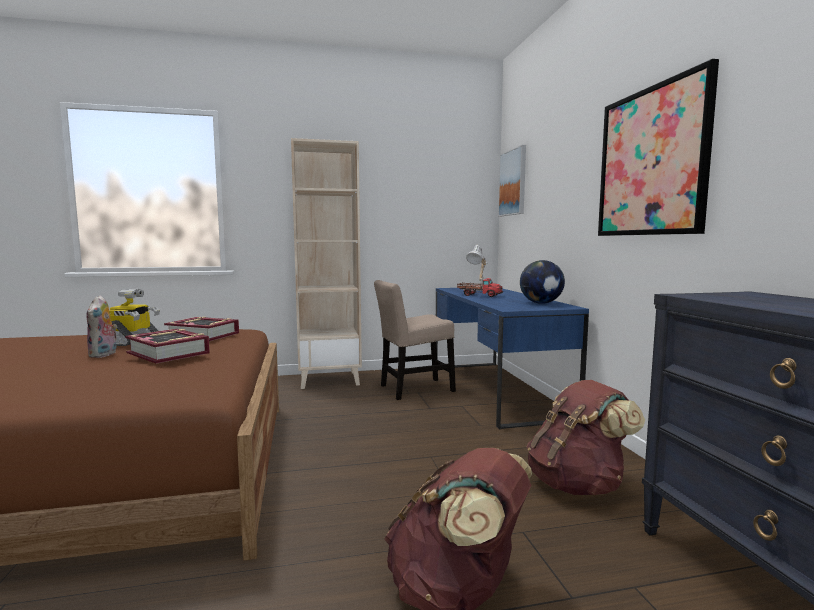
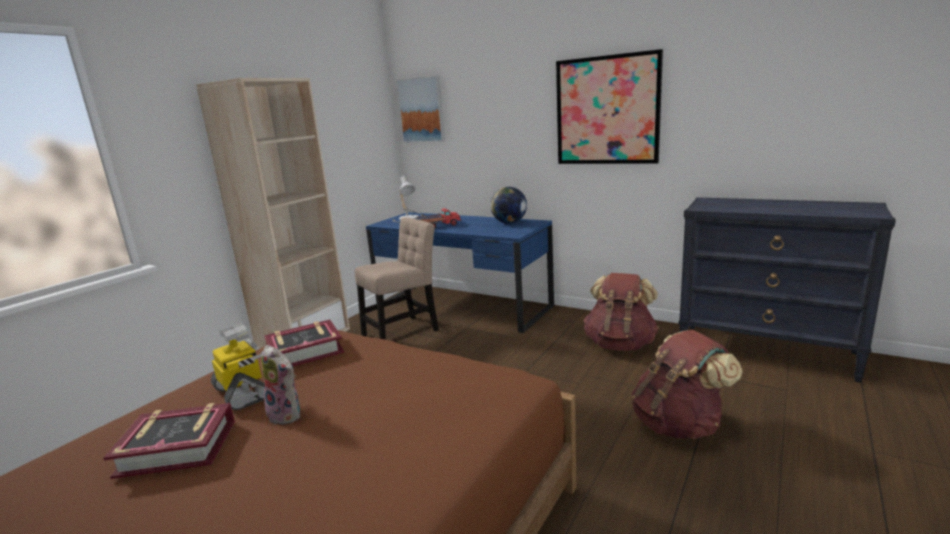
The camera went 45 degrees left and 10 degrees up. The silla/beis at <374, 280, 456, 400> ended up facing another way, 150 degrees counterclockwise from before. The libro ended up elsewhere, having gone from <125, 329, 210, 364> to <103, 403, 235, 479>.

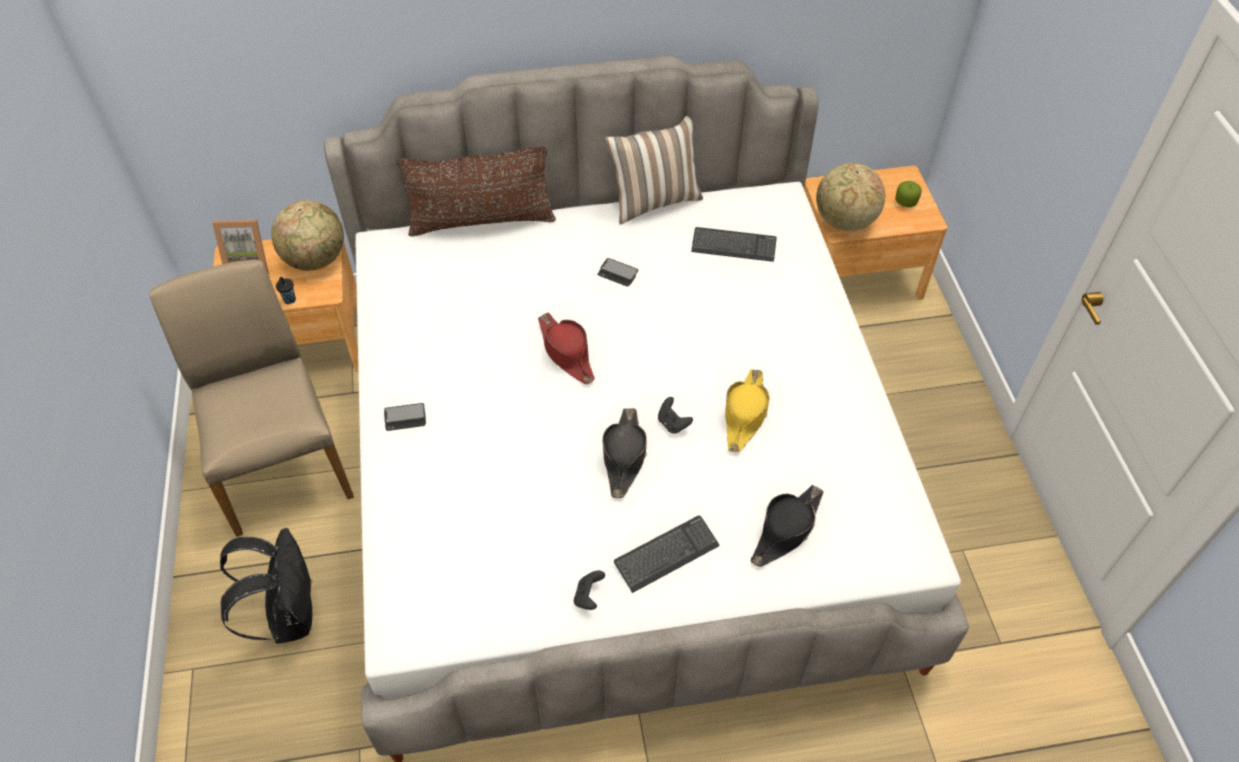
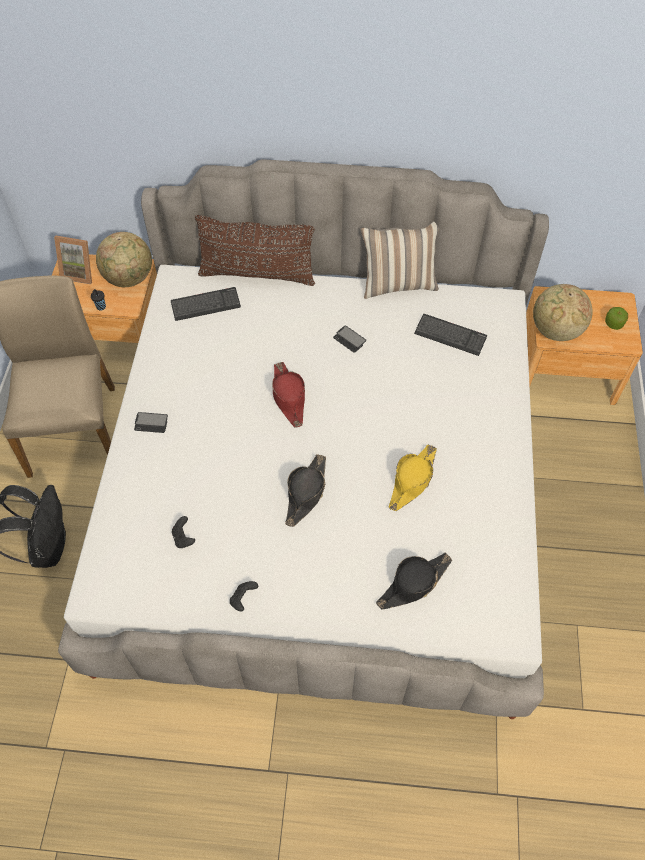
The camera went 15 degrees right and 5 degrees up. The mando de consola/negro ended up elsewhere, having gone from <658, 397, 693, 434> to <172, 516, 195, 548>. The teclado ended up elsewhere, having gone from <614, 515, 720, 593> to <171, 287, 241, 321>.

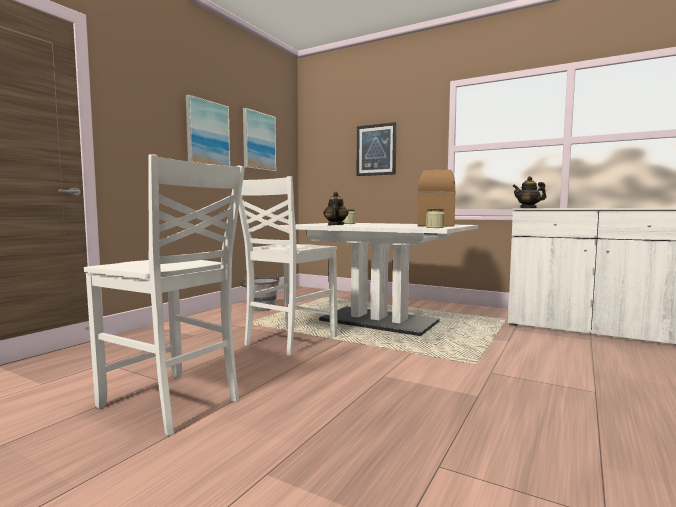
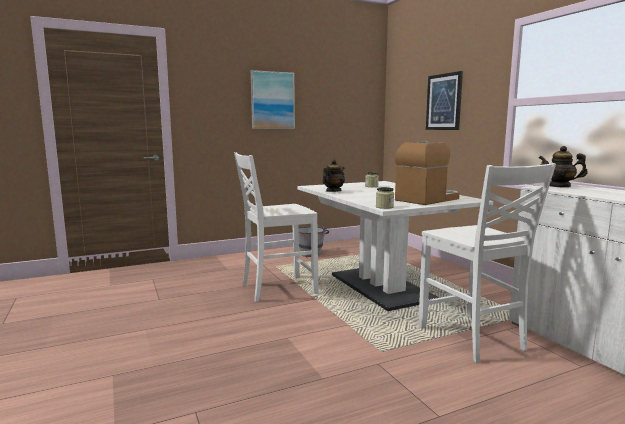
The camera went 35 degrees right and 5 degrees up. The second view lost the cuadro at <243, 108, 276, 171>. The silla/blanco ended up elsewhere, having gone from <84, 154, 245, 436> to <419, 163, 556, 363>.

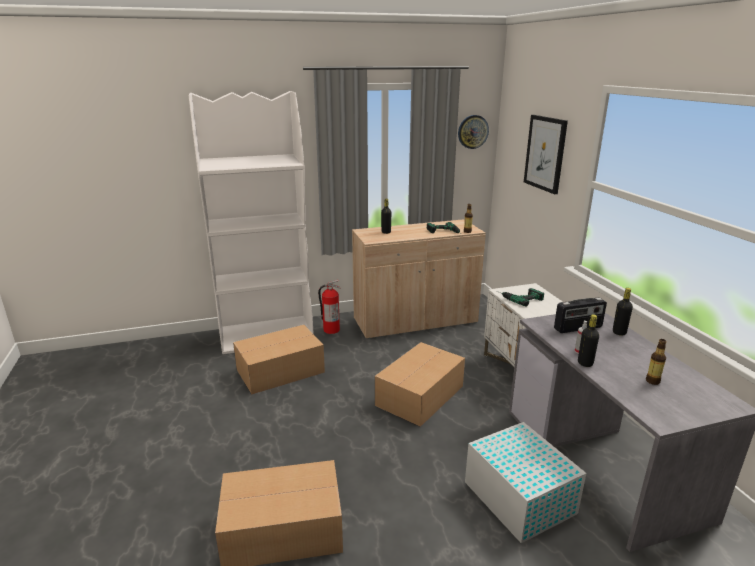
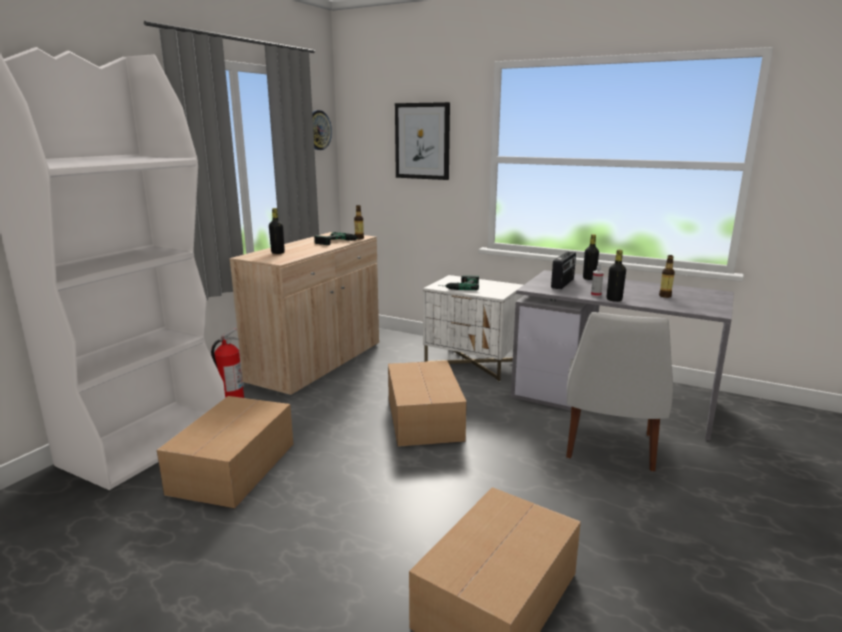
The camera went 45 degrees left and 5 degrees down. Where the caja de almacenaje/blanco stood at <465, 422, 586, 543>, the silla/blanco came to stand at <566, 312, 673, 471>.

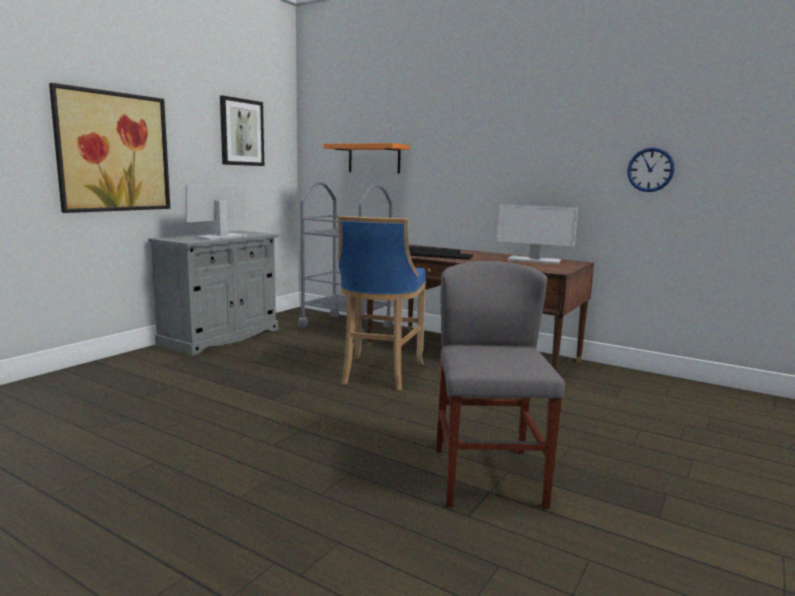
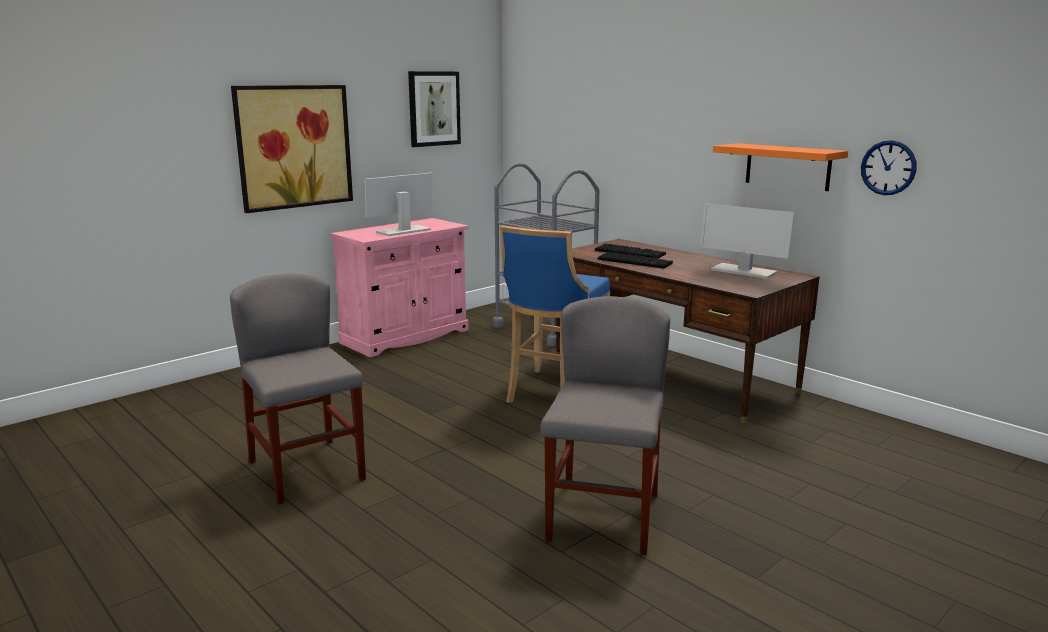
The camera went 15 degrees right and 5 degrees up. The estante/naranja ended up elsewhere, having gone from <323, 143, 410, 173> to <713, 143, 848, 191>. What was the armario/gris at <148, 230, 279, 356> turned into the armario/rosa at <330, 218, 469, 357>. The second view gained the silla/gris at <230, 274, 366, 504>.

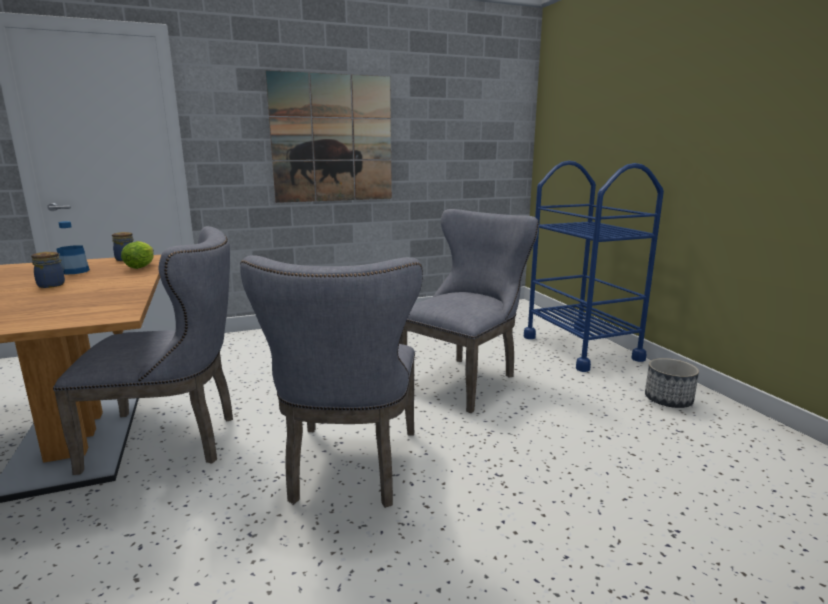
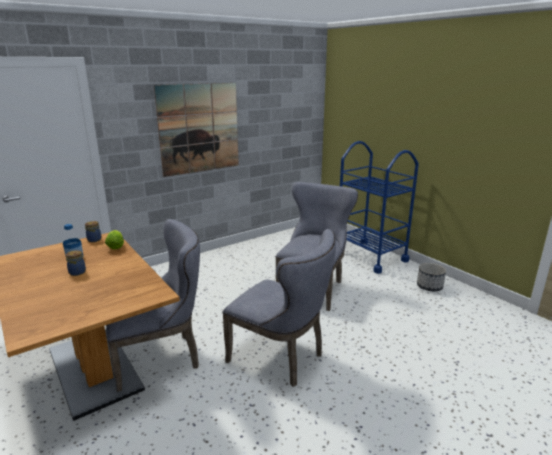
The camera went 15 degrees left and 5 degrees up. The silla/gris at <240, 255, 423, 508> ended up facing another way, 45 degrees counterclockwise from before.

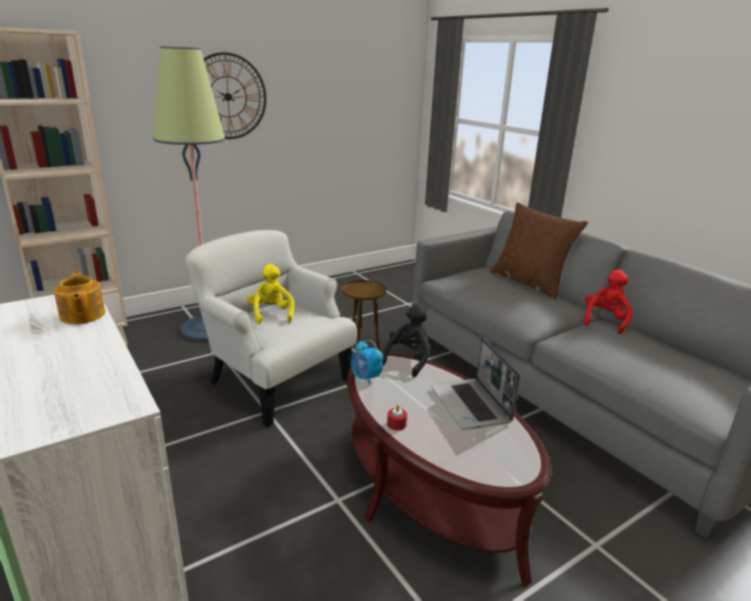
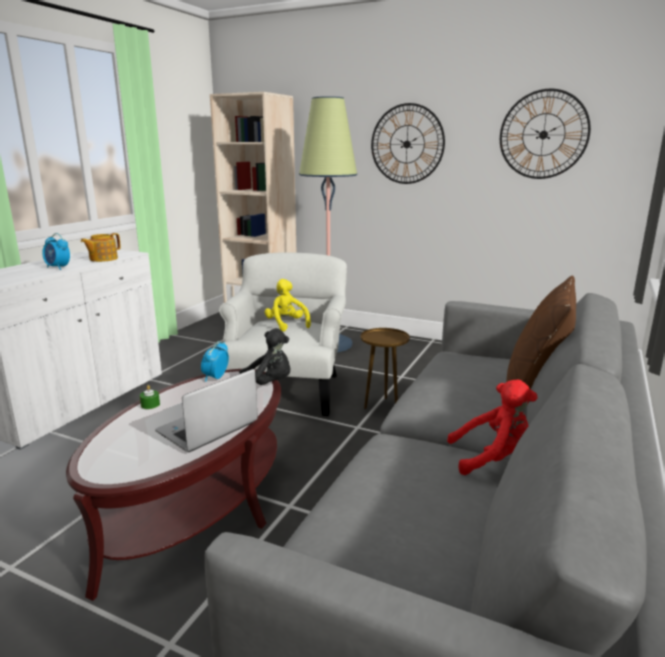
The camera went 60 degrees right and 5 degrees down. The peluche/amarillo at <247, 264, 295, 324> ended up facing another way, 75 degrees counterclockwise from before. What was the vela/rojo at <387, 405, 407, 431> turned into the vela/verde at <140, 385, 160, 409>. The second view gained the reloj de pared at <500, 89, 591, 179>. The second view gained the despertador at <42, 233, 70, 270>.

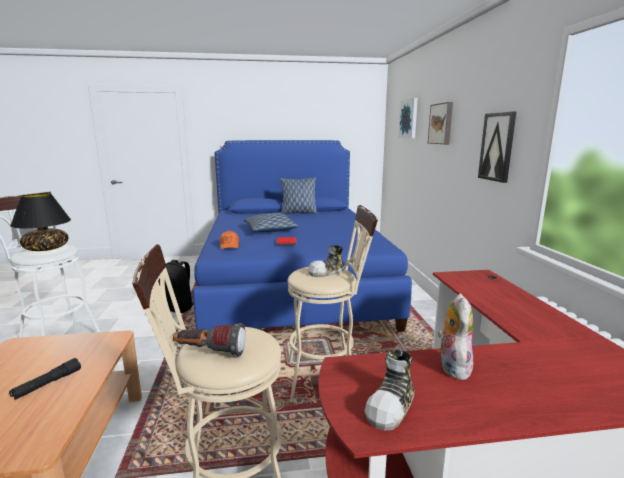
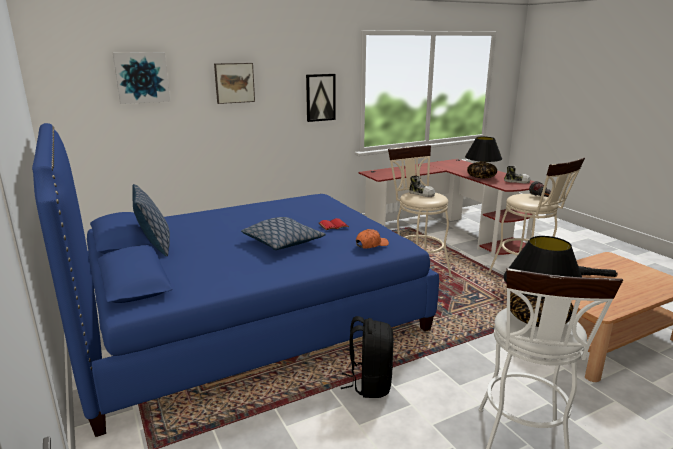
The camera went 110 degrees left and 5 degrees up. Where the peluche stood at <438, 293, 473, 380>, the lámpara de mesa/negro came to stand at <465, 136, 502, 178>.

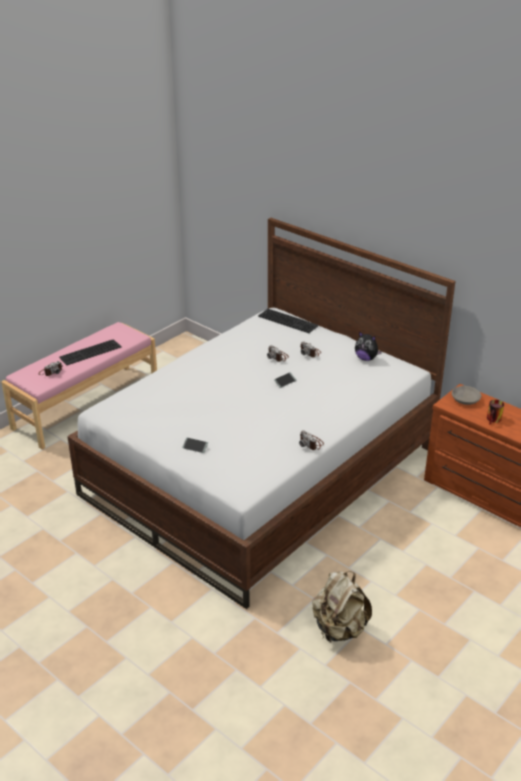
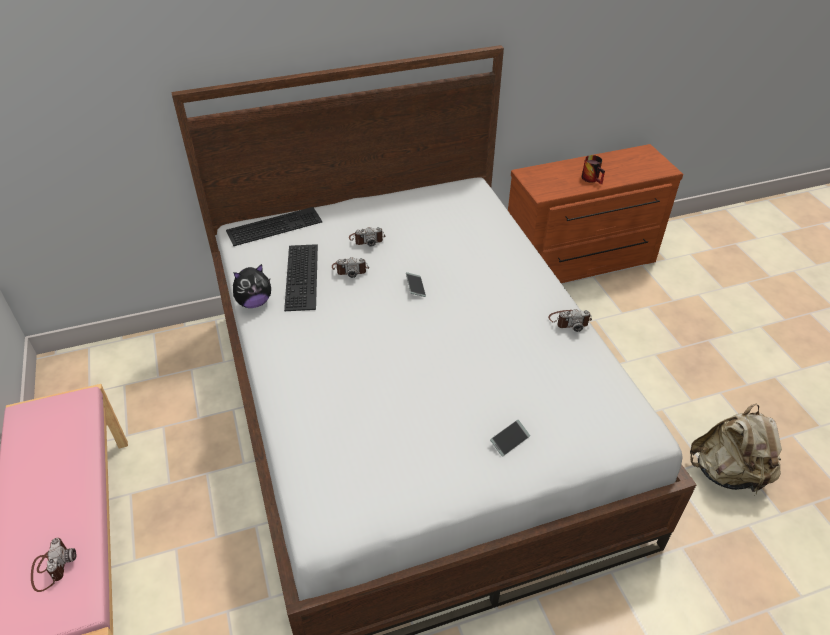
The camera went 60 degrees left and 10 degrees up. The peluche ended up elsewhere, having gone from <355, 331, 382, 361> to <233, 264, 271, 308>. The teclado ended up elsewhere, having gone from <59, 339, 122, 365> to <284, 244, 318, 311>. The second view lost the cuenco/gris at <452, 386, 481, 405>.

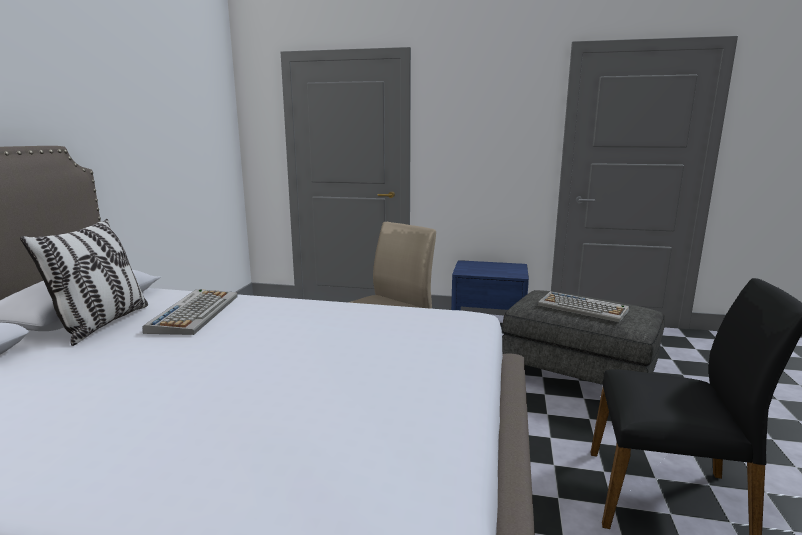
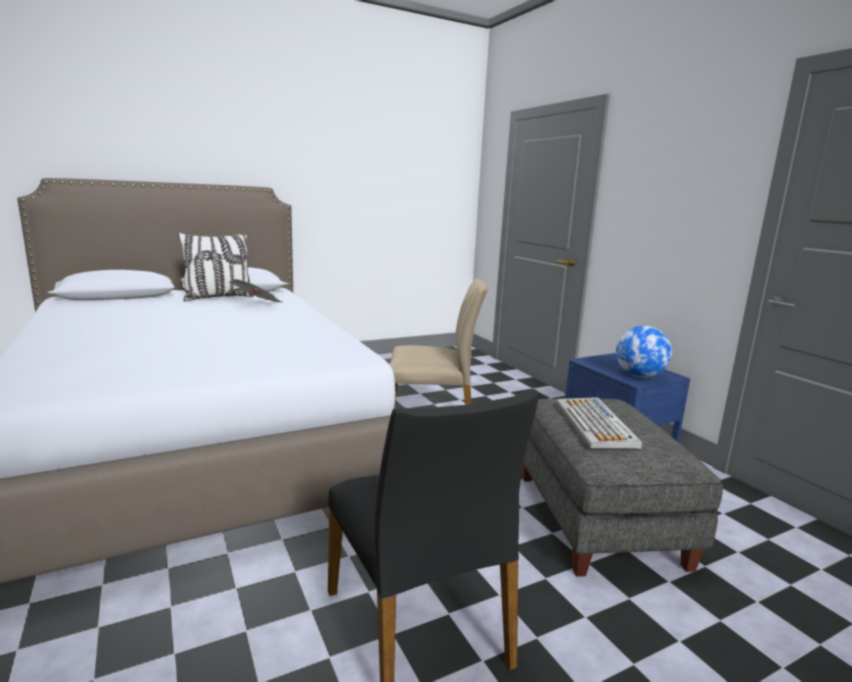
The camera went 50 degrees right and 0 degrees up. Where the teclado stood at <142, 289, 238, 335>, the periódico came to stand at <229, 279, 282, 302>. The second view gained the globo terráqueo at <616, 326, 672, 378>.

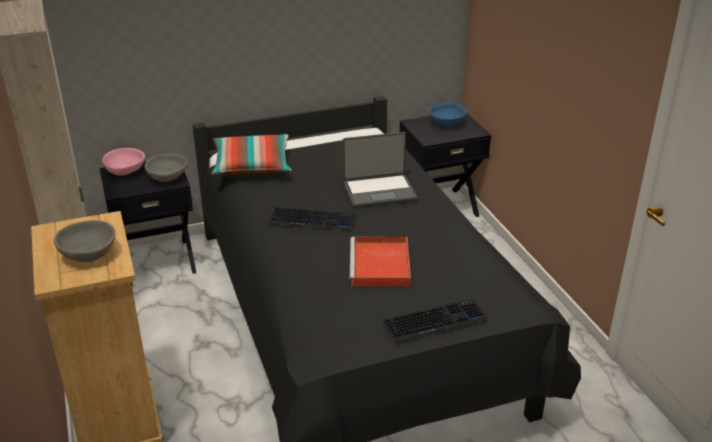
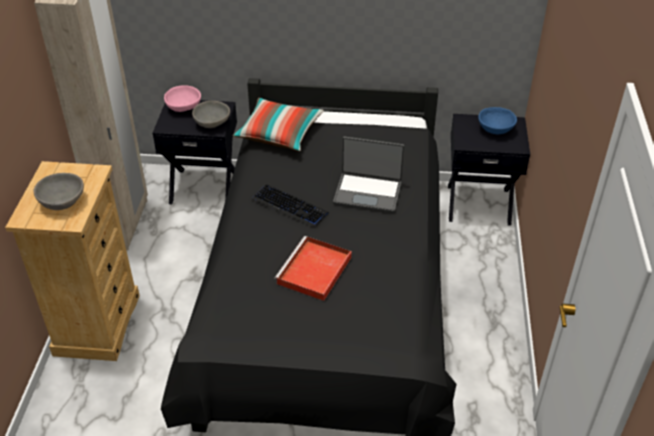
The camera went 25 degrees right and 10 degrees up. The second view lost the teclado at <384, 299, 487, 343>.

